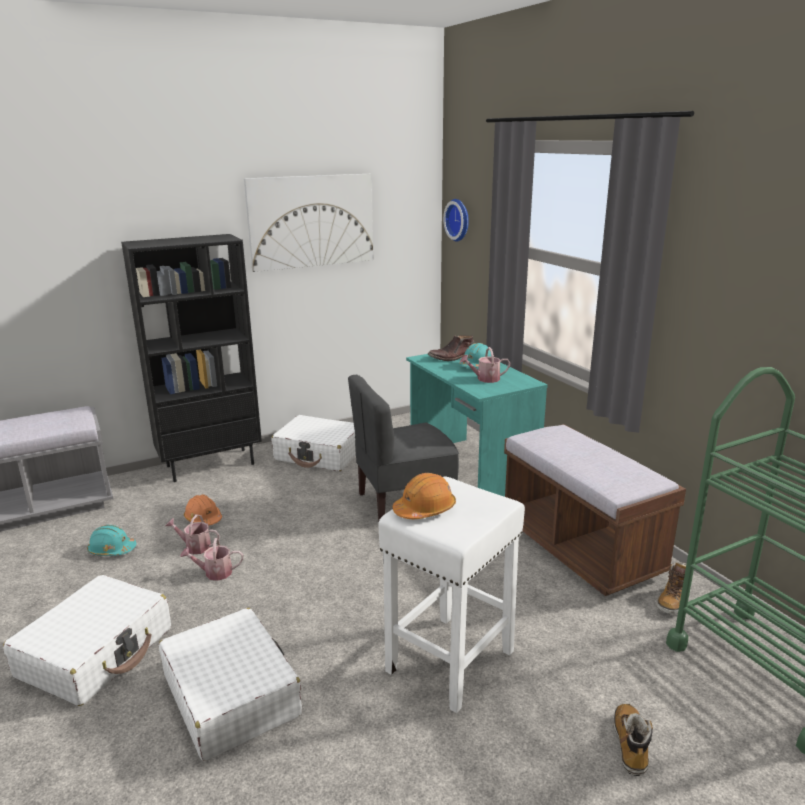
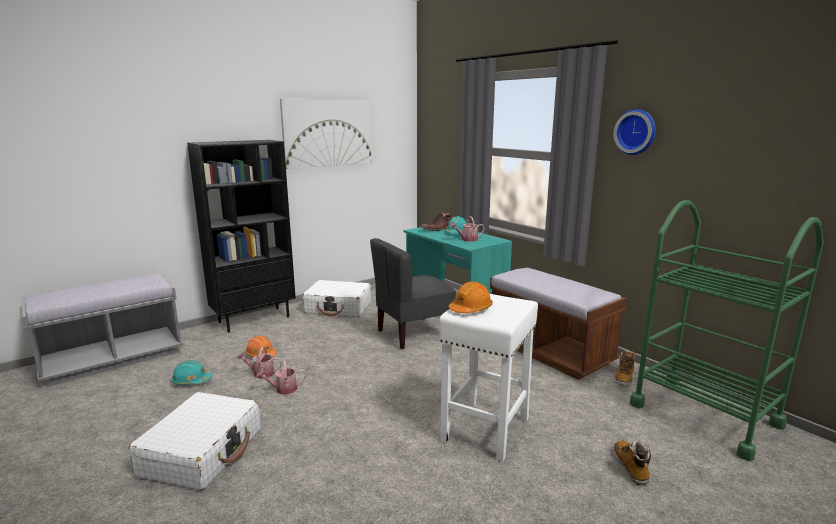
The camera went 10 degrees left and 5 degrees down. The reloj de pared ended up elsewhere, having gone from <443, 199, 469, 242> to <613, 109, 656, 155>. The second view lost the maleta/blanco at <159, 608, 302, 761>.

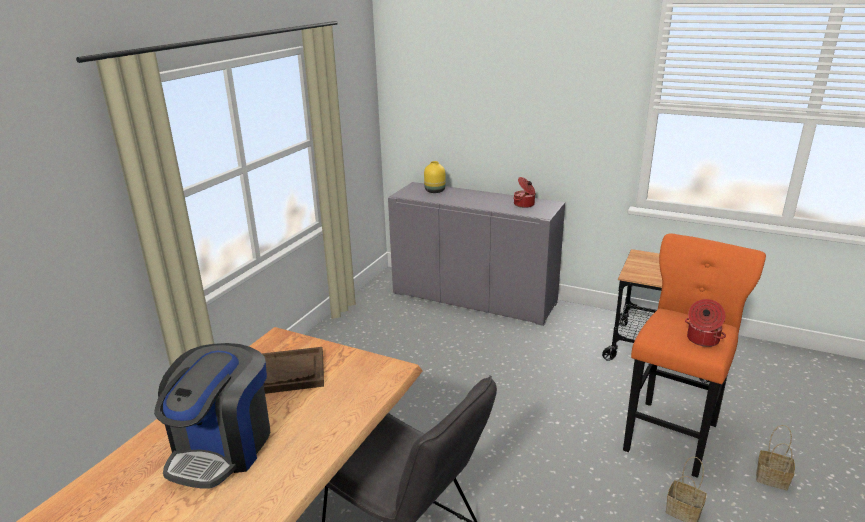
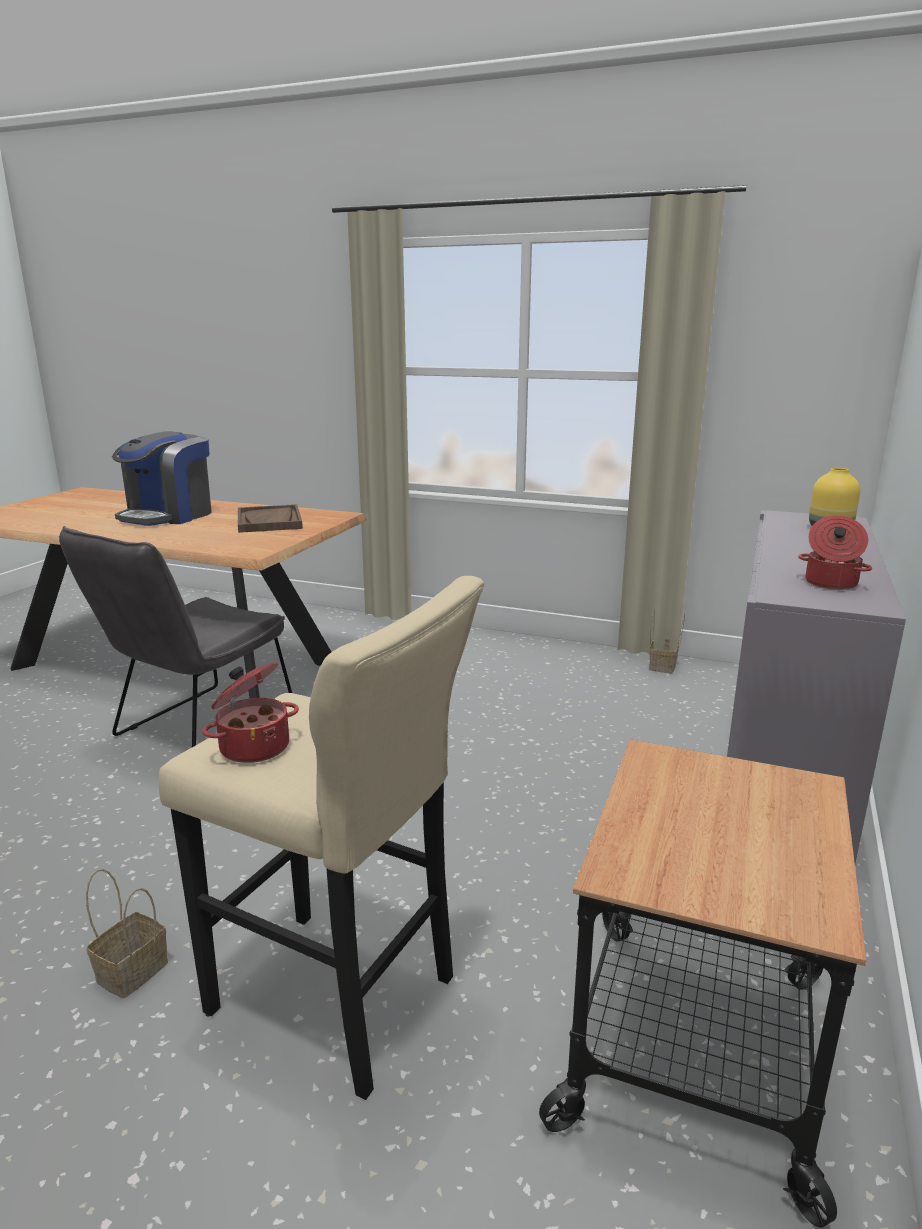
The camera went 85 degrees right and 5 degrees down. What was the taburete/naranja at <623, 233, 766, 478> turned into the taburete/beis at <158, 576, 484, 1100>. The cafetera at <154, 343, 270, 489> ended up facing another way, 75 degrees counterclockwise from before. The cesta ended up elsewhere, having gone from <756, 425, 795, 490> to <649, 609, 685, 674>.

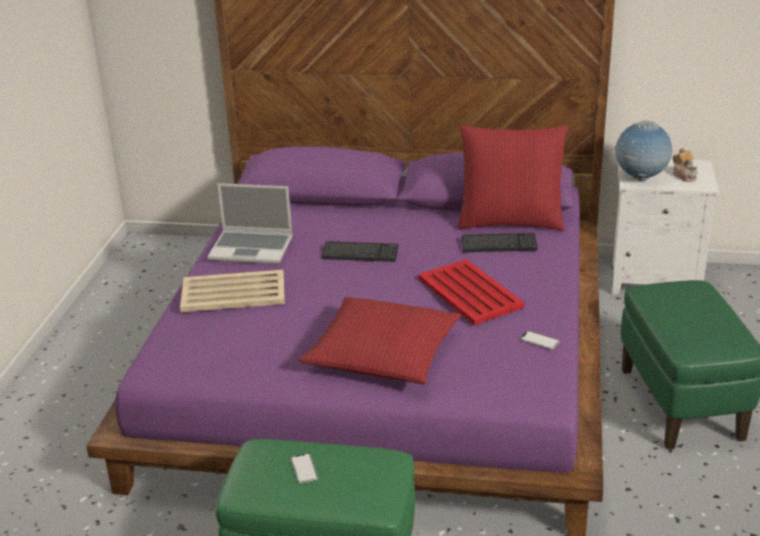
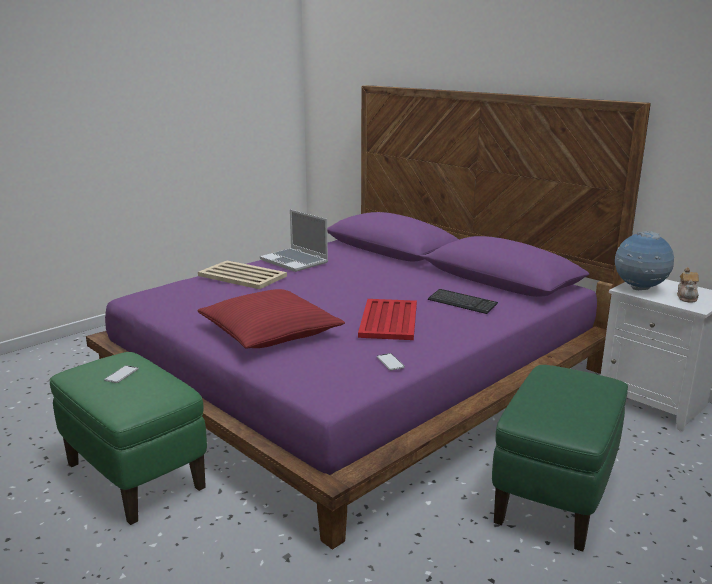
The camera went 35 degrees right and 10 degrees down. The second view lost the cojín/rojo at <458, 125, 568, 231>. The second view lost the teclado at <321, 241, 398, 262>.

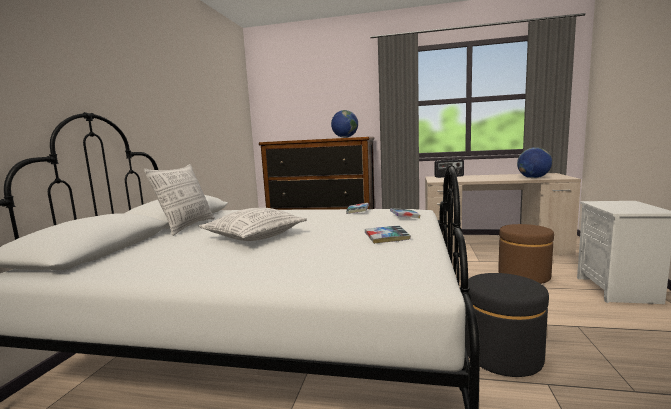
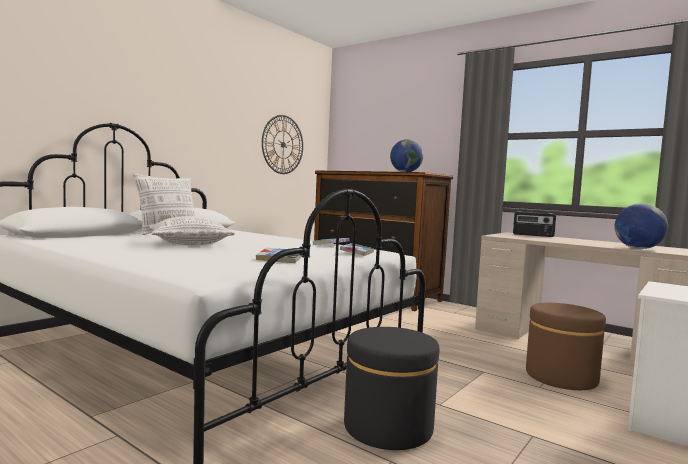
The camera went 25 degrees right and 5 degrees down. The second view gained the reloj de pared at <262, 115, 303, 174>.

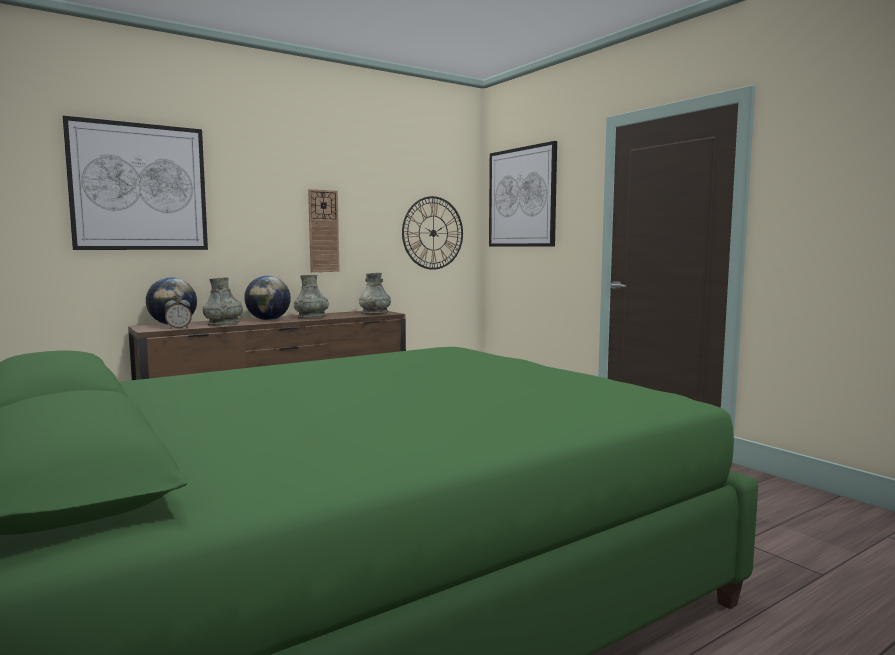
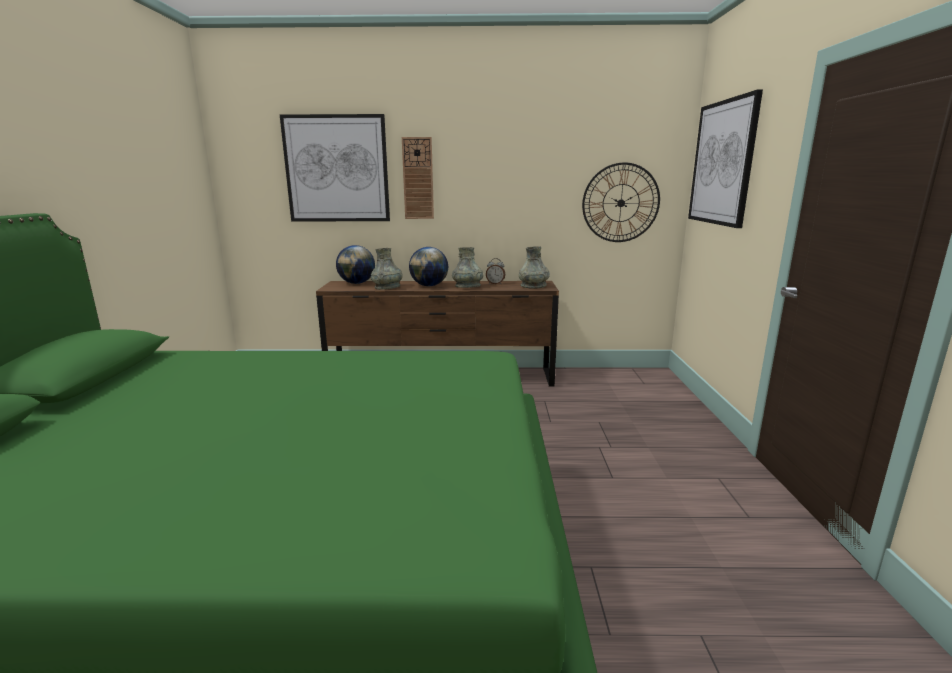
The camera went 35 degrees right and 10 degrees up. The reloj de pared ended up elsewhere, having gone from <308, 189, 340, 272> to <402, 137, 434, 219>. The despertador ended up elsewhere, having gone from <165, 296, 192, 329> to <486, 258, 505, 284>.

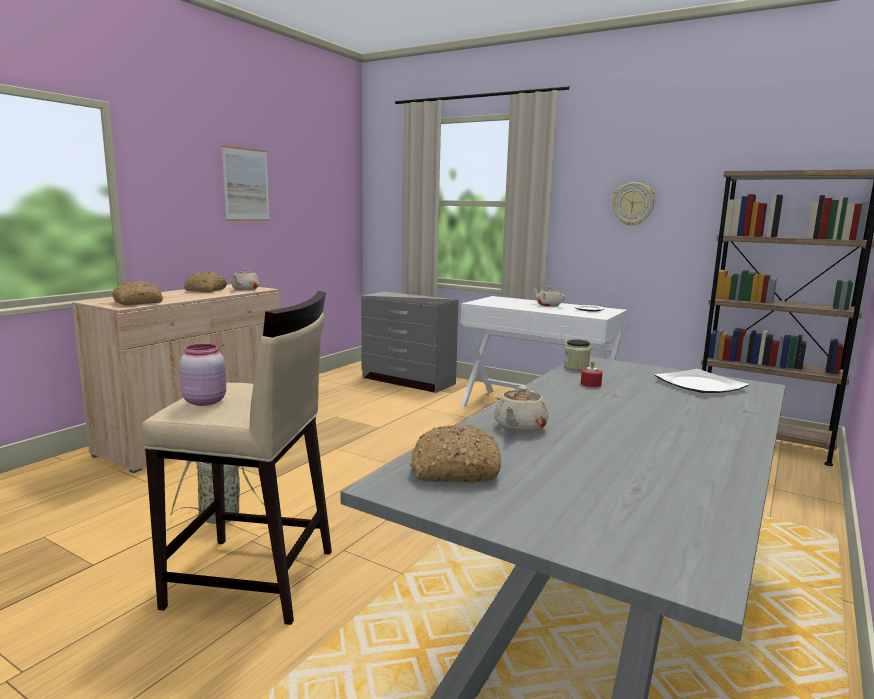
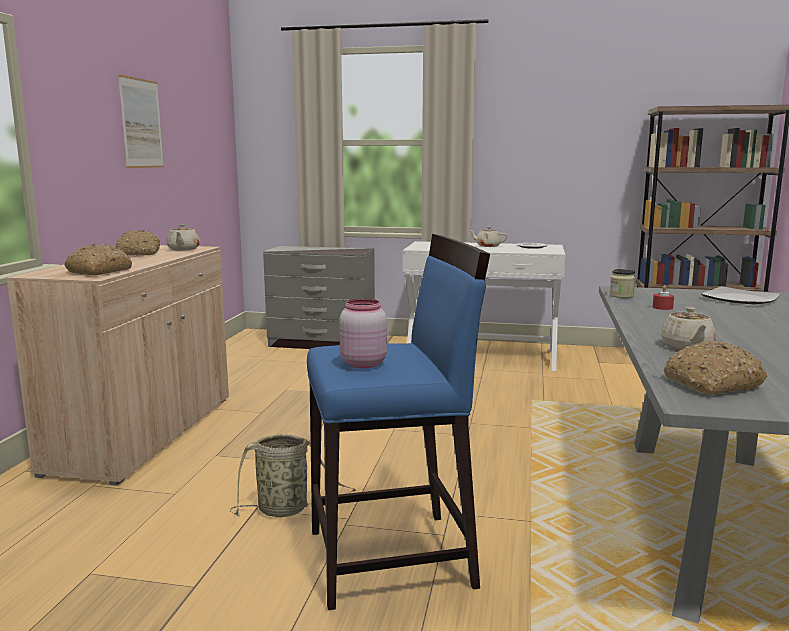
The camera went 20 degrees left and 0 degrees up. The second view lost the reloj de pared at <612, 182, 655, 226>. What was the taburete/beis at <141, 291, 332, 625> turned into the taburete/azul at <307, 234, 490, 610>.

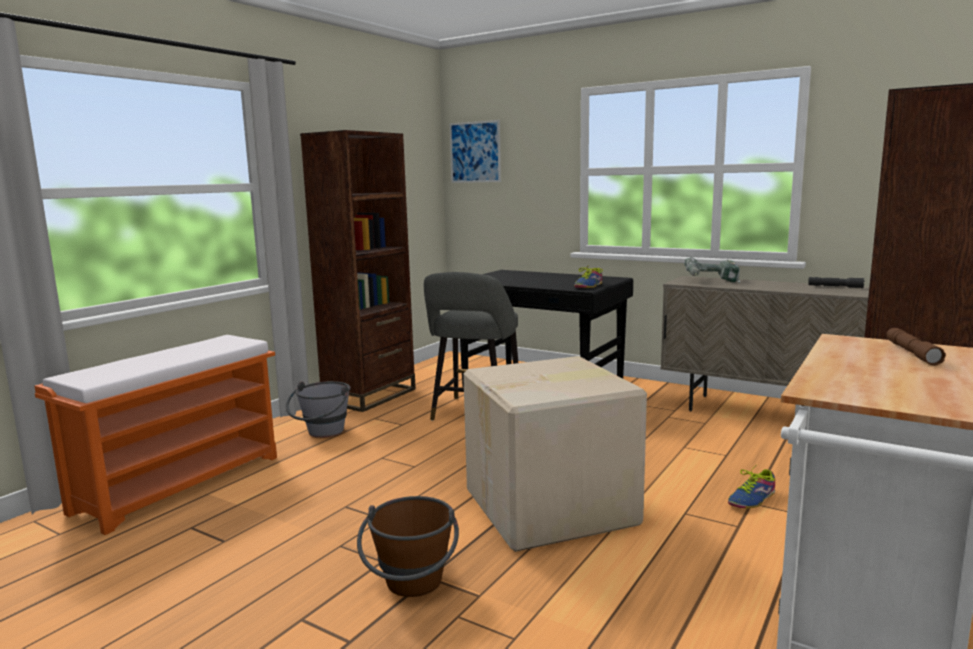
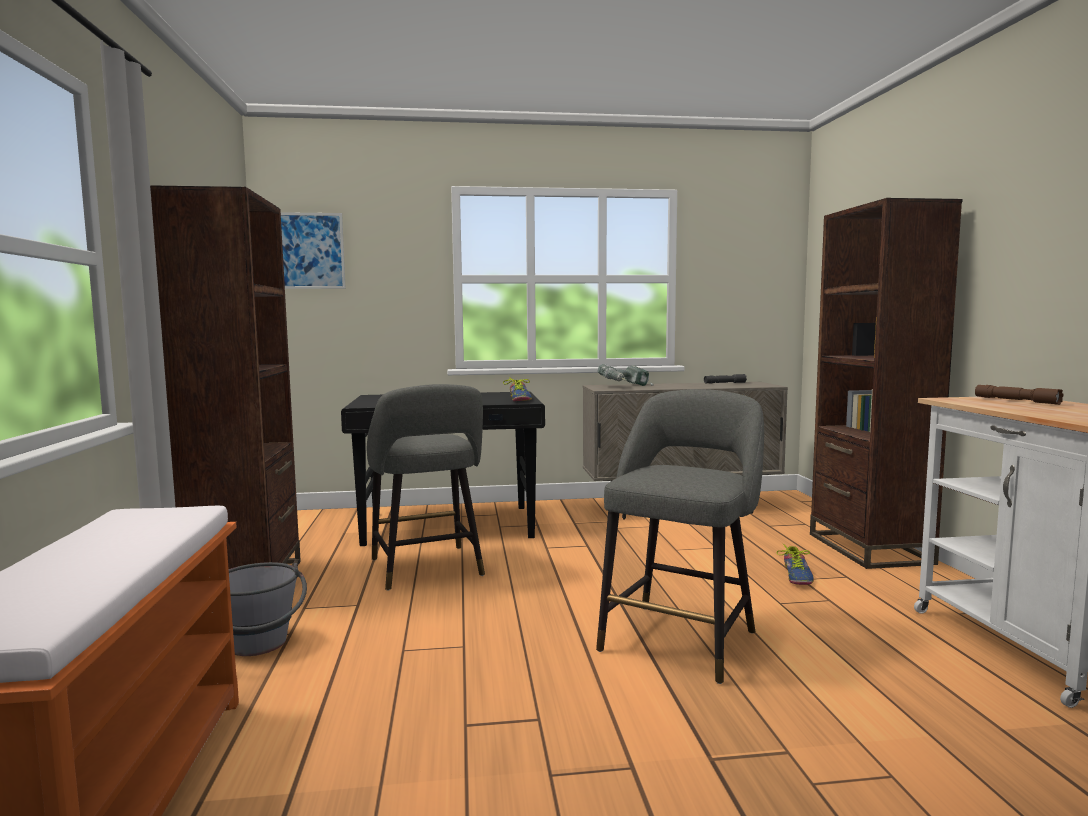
The camera went 40 degrees left and 5 degrees down. Where the caja de cartón stood at <463, 356, 647, 552>, the taburete/gris came to stand at <596, 389, 764, 684>. The second view lost the cubo/marrón at <357, 496, 459, 597>.

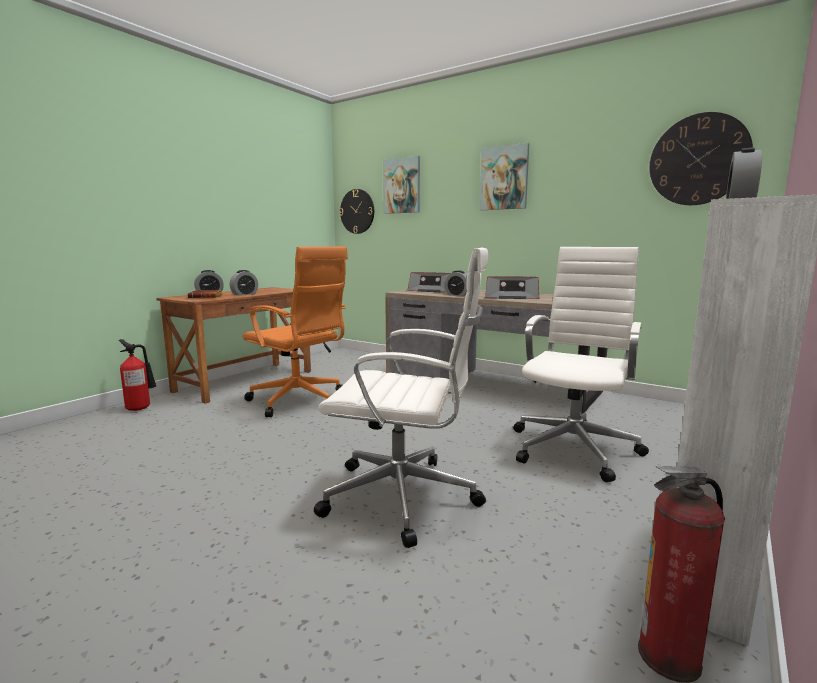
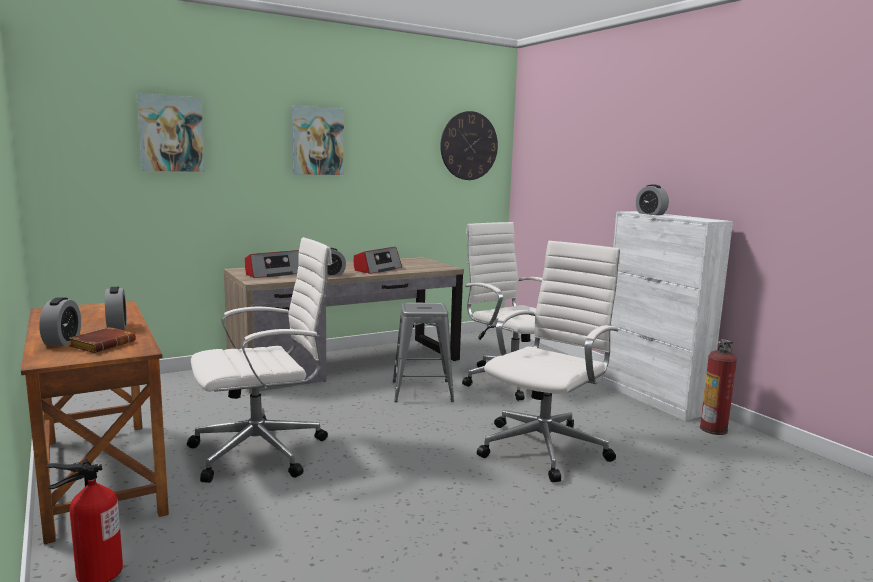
The camera went 65 degrees left and 0 degrees up. The second view lost the reloj de pared at <339, 189, 374, 234>. What was the silla de oficina/naranja at <243, 247, 348, 417> turned into the silla de oficina/blanco at <187, 237, 332, 483>. The second view gained the taburete/gris at <393, 303, 454, 402>.

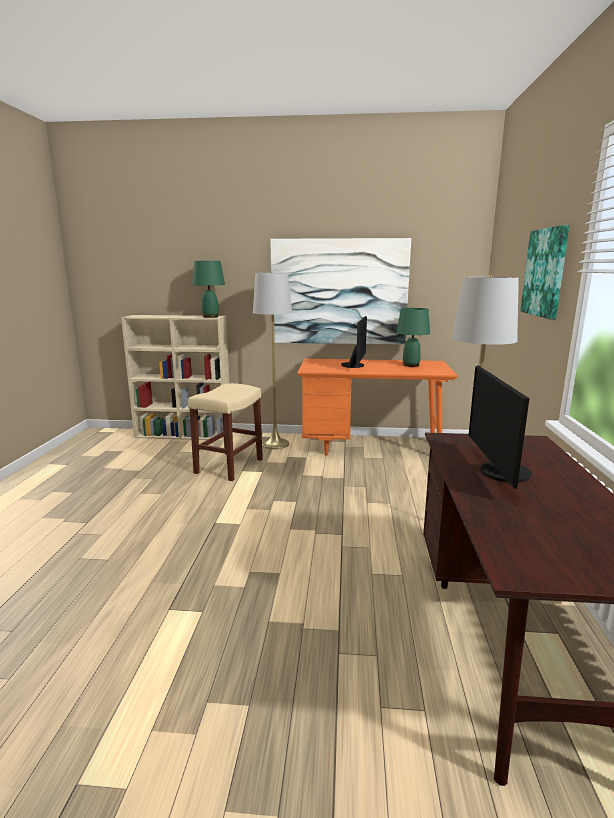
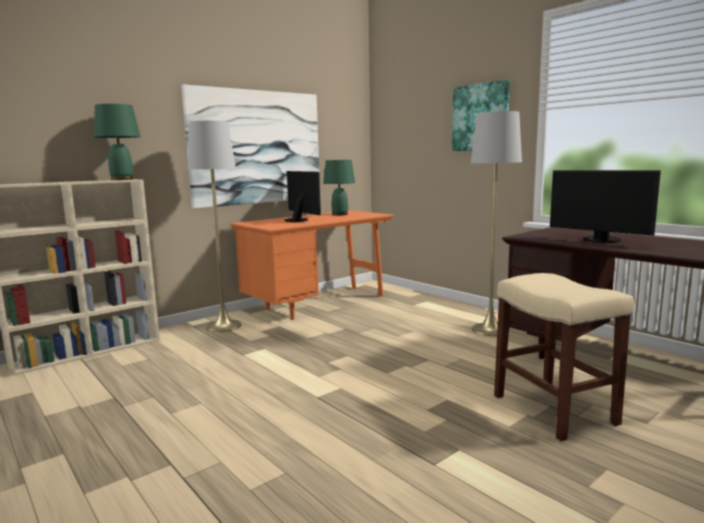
The camera went 45 degrees left and 5 degrees down. The taburete/beis ended up elsewhere, having gone from <188, 383, 263, 481> to <494, 273, 634, 441>.

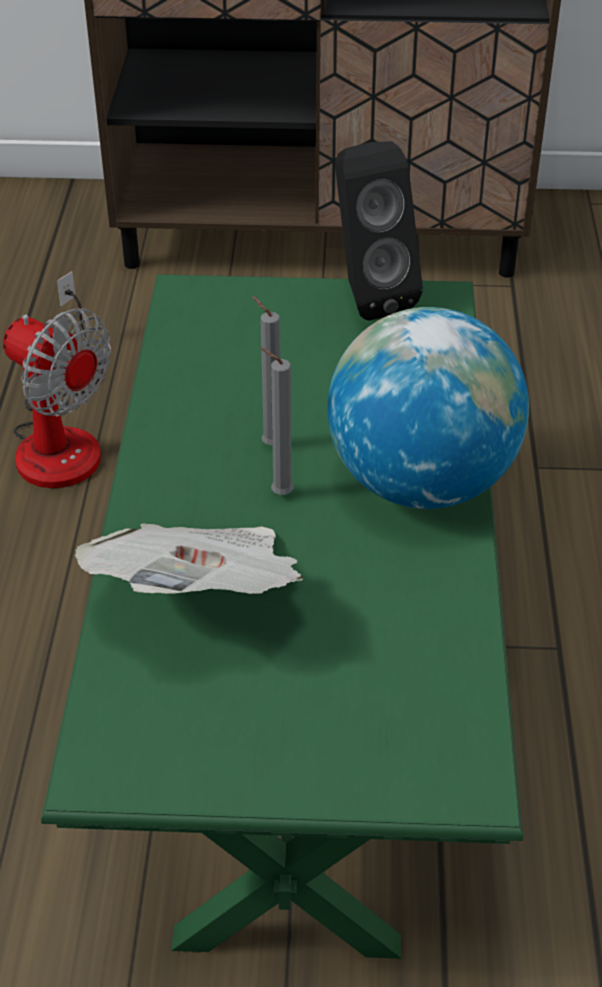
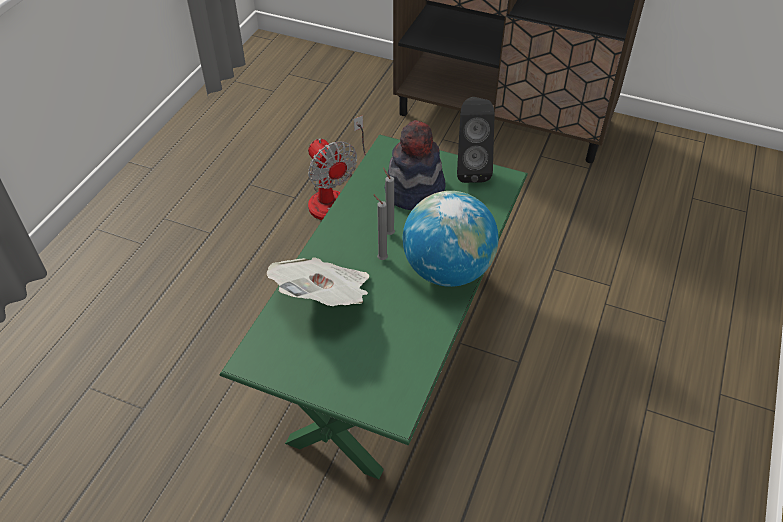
The camera went 20 degrees right and 5 degrees up. The second view gained the sombrero at <387, 120, 446, 210>.

